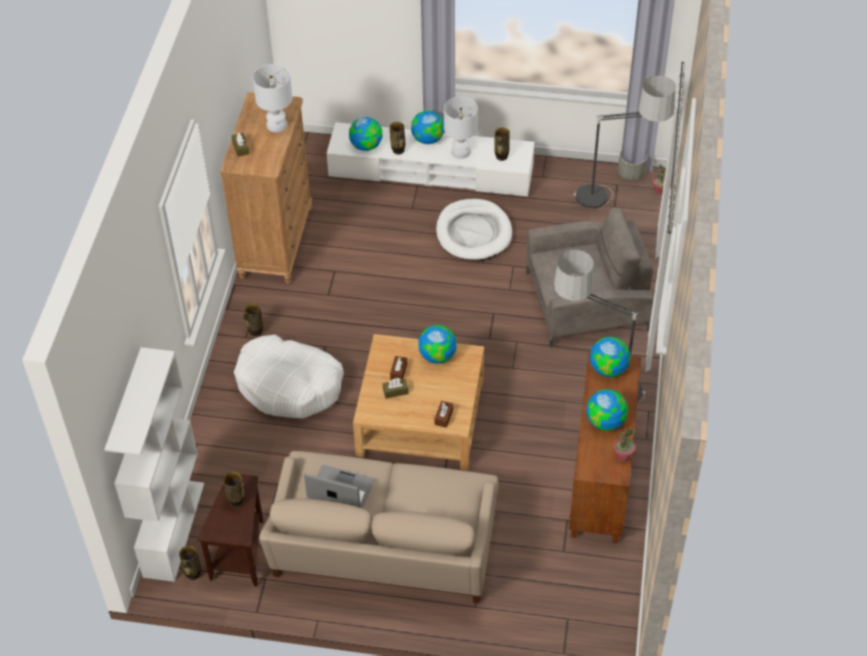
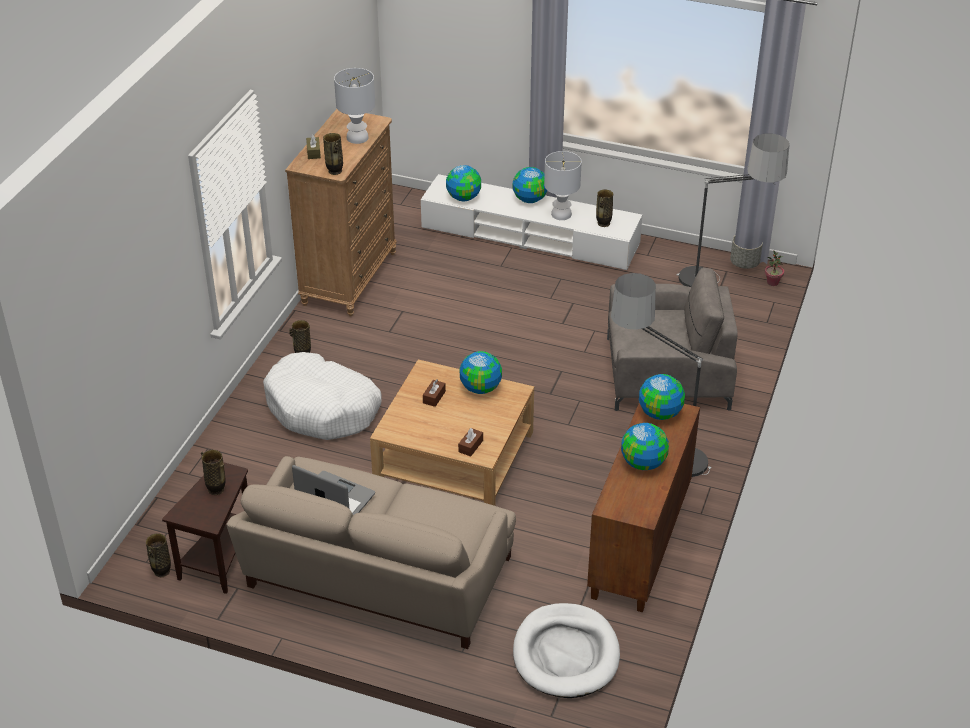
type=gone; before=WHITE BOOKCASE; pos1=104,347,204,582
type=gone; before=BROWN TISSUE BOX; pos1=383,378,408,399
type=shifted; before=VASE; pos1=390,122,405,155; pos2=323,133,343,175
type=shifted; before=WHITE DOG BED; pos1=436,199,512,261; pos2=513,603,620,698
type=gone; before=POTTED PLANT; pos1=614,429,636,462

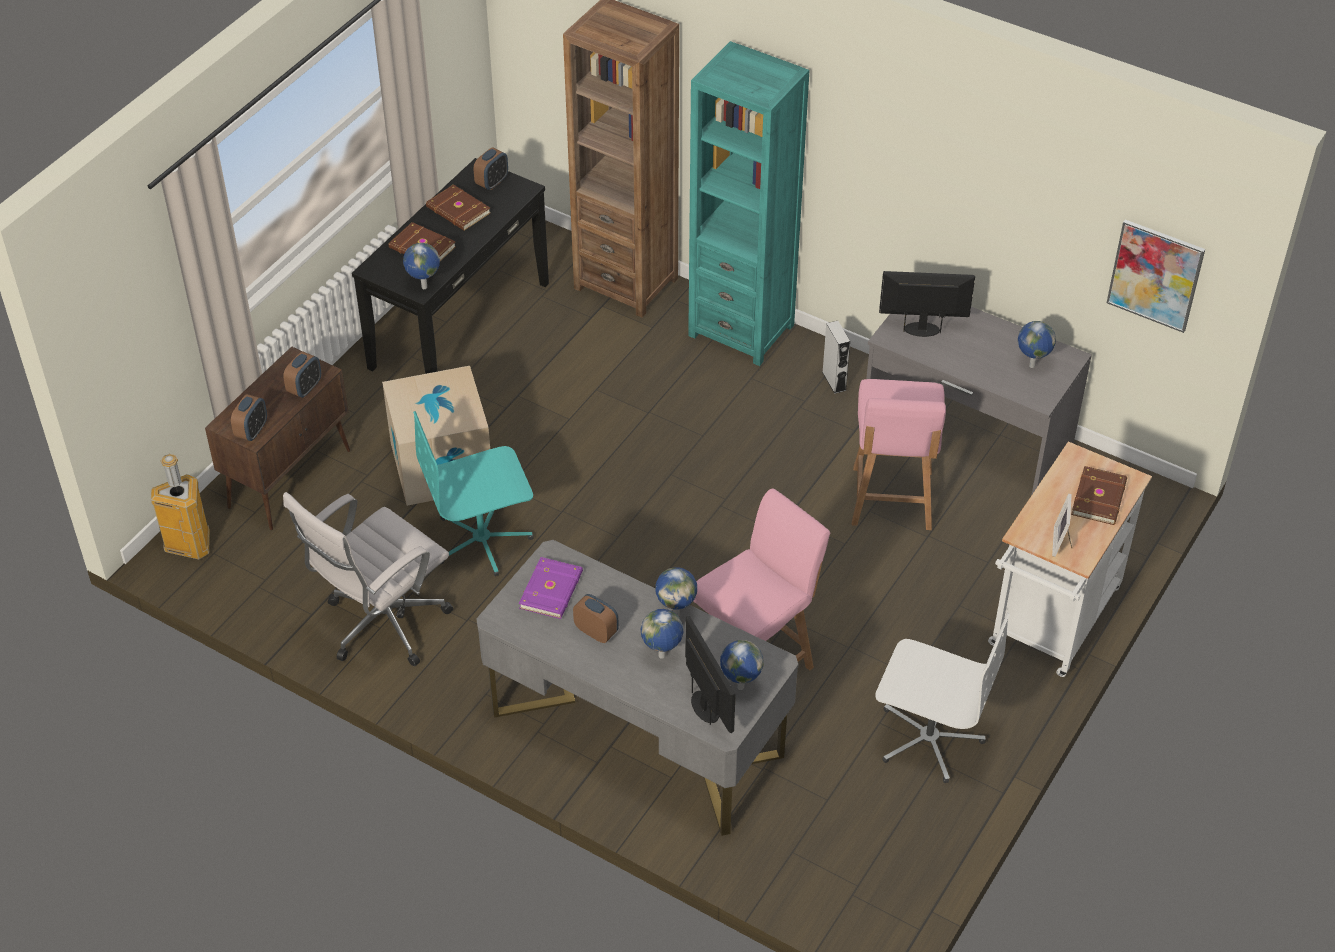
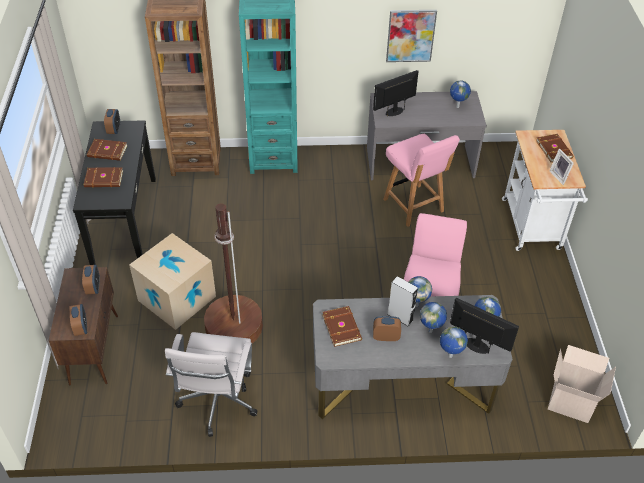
type=gone; before=TRASH CAN; pos1=151,454,210,559
type=shifted; before=GLOBE; pos1=403,243,440,289; pos2=440,326,468,358
type=swapped; before=TURQUOISE OFFICE CHAIR; after=BROWN FLOOR LAMP; pos1=413,411,534,576; pos2=204,203,263,344
type=repainted; before=PURPLE BOOK; after=BROWN BOOK; pos1=519,557,583,619; pos2=322,306,362,347
type=shifted; before=GREY SPEAKER; pos1=822,321,850,394; pos2=388,276,418,327
type=gone; before=WHITE OFFICE CHAIR; pos1=875,613,1010,783
type=shifted; before=PICTURE; pos1=1107,220,1205,333; pos2=386,10,437,62
type=new; after=CARDBOARD BOX; pos2=548,345,616,423

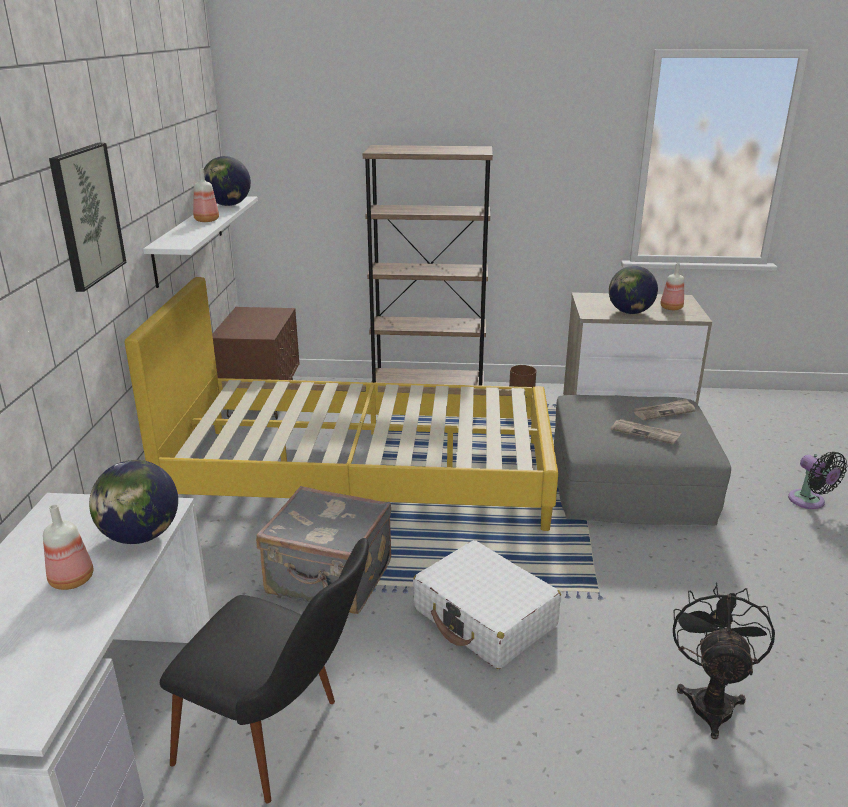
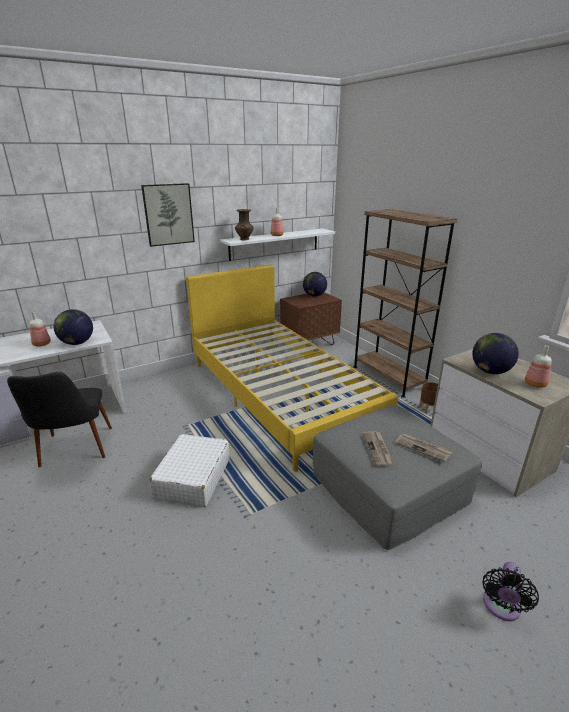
type=shifted; before=GLOBE; pos1=204,156,251,206; pos2=303,272,327,297
type=gone; before=GREY SUITCASE; pos1=256,486,391,614
type=gone; before=BLACK FAN; pos1=673,582,775,739
type=new; after=BROWN VASE; pos2=235,209,253,240

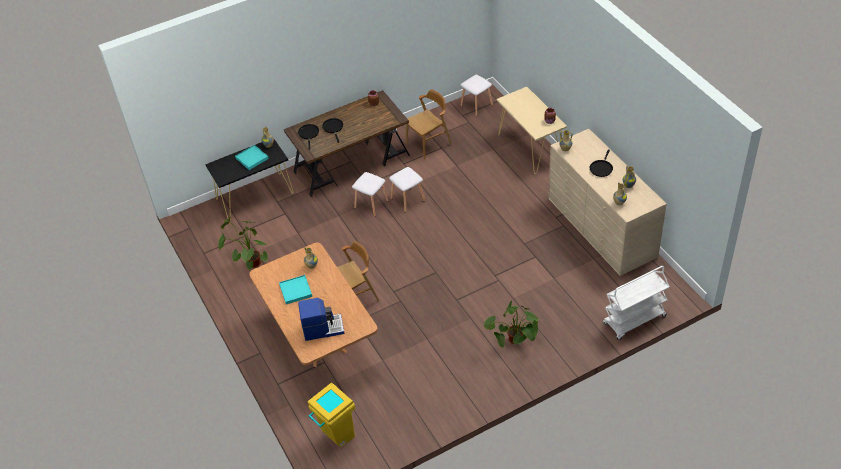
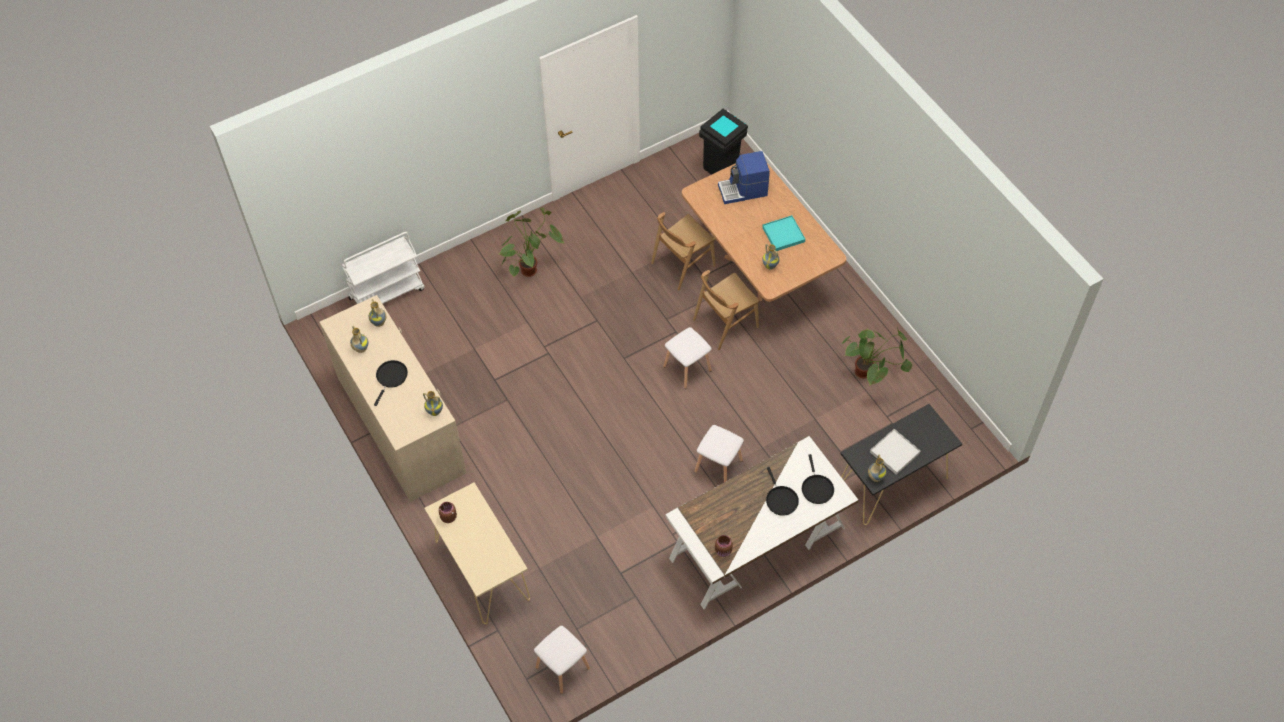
type=repainted; before=TURQUOISE TRAY; after=WHITE TRAY; pos1=235,145,269,170; pos2=870,429,920,475
type=repainted; before=BROWN DESK; after=WHITE DESK; pos1=284,90,410,197; pos2=666,436,858,609
type=repainted; before=YELLOW TRASH CAN; after=BLACK TRASH CAN; pos1=308,382,355,447; pos2=699,109,748,175
type=shifted; before=WHITE STOOL; pos1=389,167,425,213; pos2=663,327,712,389
type=shifted; before=BROWN CHAIR; pos1=406,89,452,160; pos2=651,212,716,290

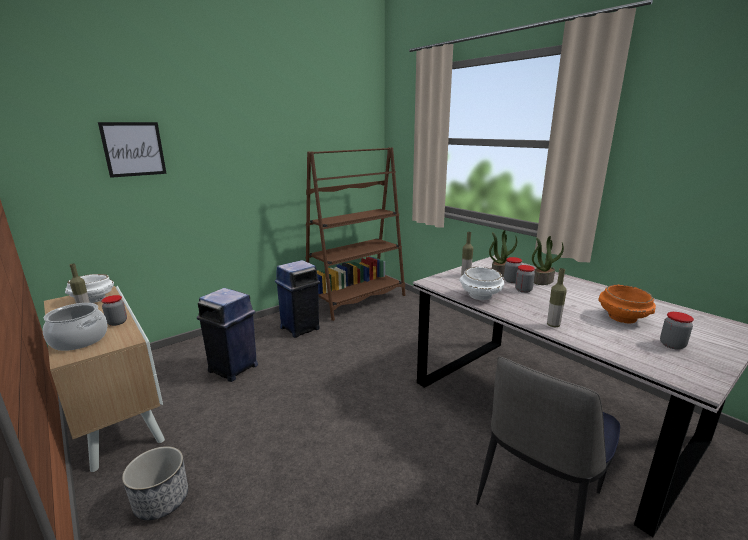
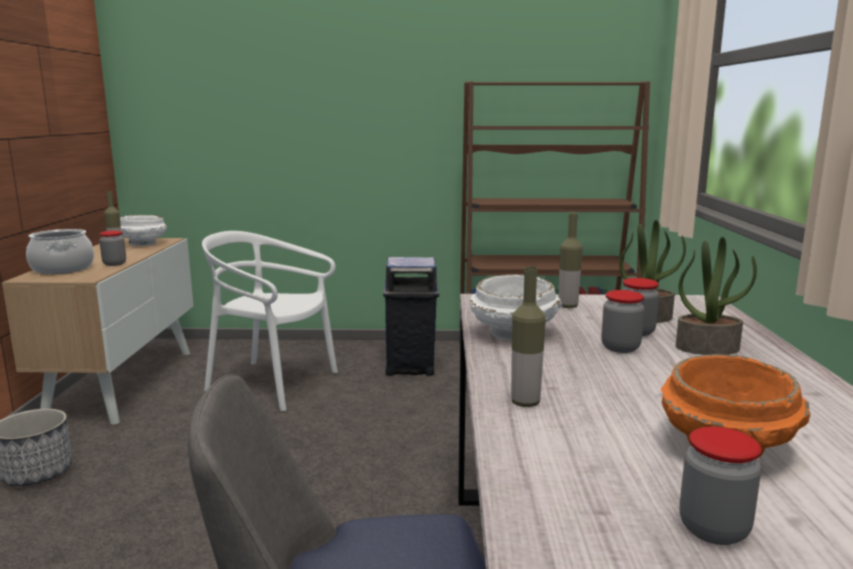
type=gone; before=PICTURE; pos1=98,122,167,178
type=swapped; before=BLUE TRASH CAN; after=WHITE CHAIR; pos1=197,288,258,382; pos2=202,231,338,411

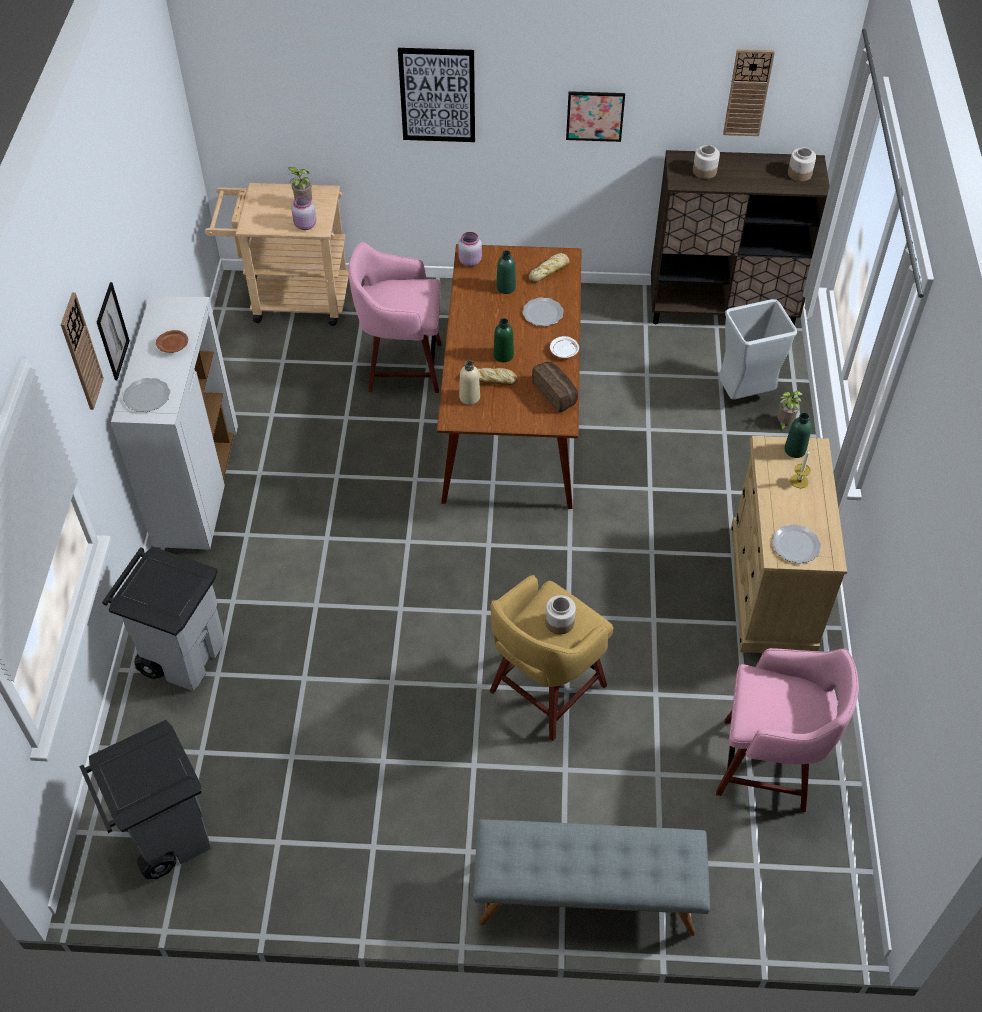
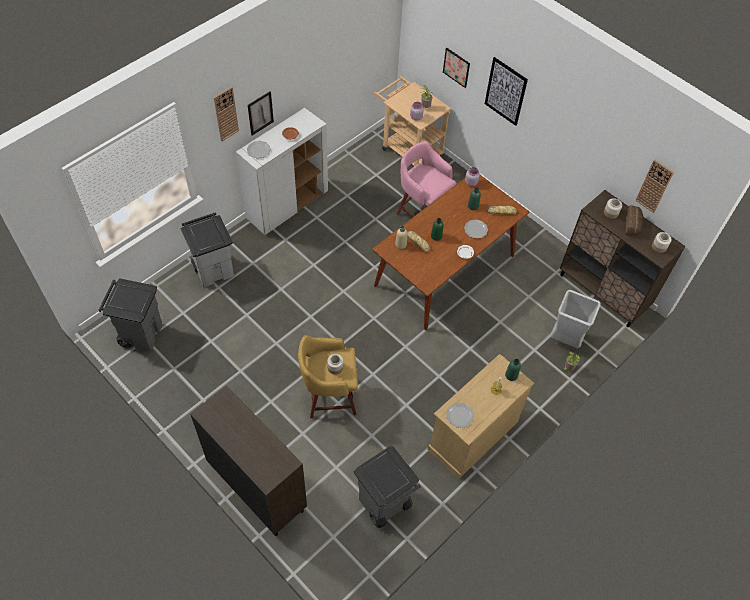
type=swapped; before=GREY BENCH; after=BROWN CABINET; pos1=473,819,710,936; pos2=190,385,307,536
type=shifted; before=BREAD; pos1=532,362,578,412; pos2=625,205,643,236
type=shifted; before=PICTURE; pos1=566,91,625,142; pos2=443,48,470,88
type=swapped; before=PINK STOOL; after=GREY TRASH CAN; pos1=716,648,859,812; pos2=353,446,421,528

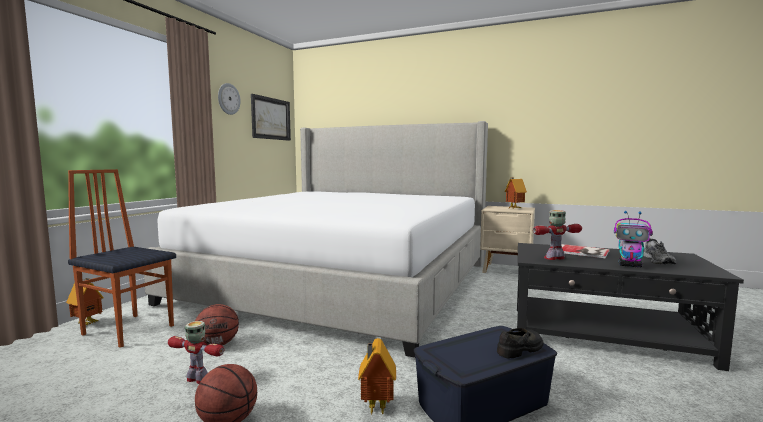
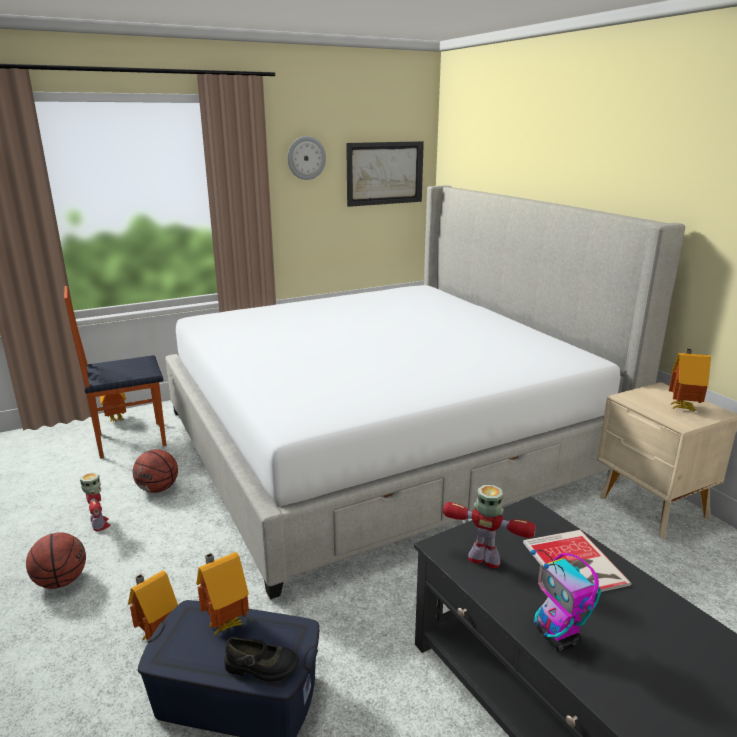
type=rotated; before=CHAIR; pos1=68,169,176,348; pos2=64,286,167,459; turn=-90
type=gone; before=GREY SHOE; pos1=643,239,676,264
type=new; after=TOY HOUSE; pos2=196,552,249,635

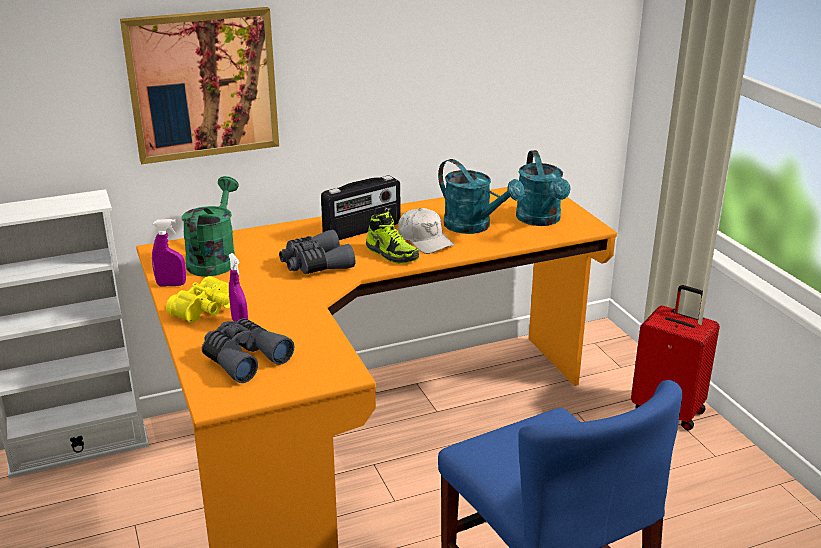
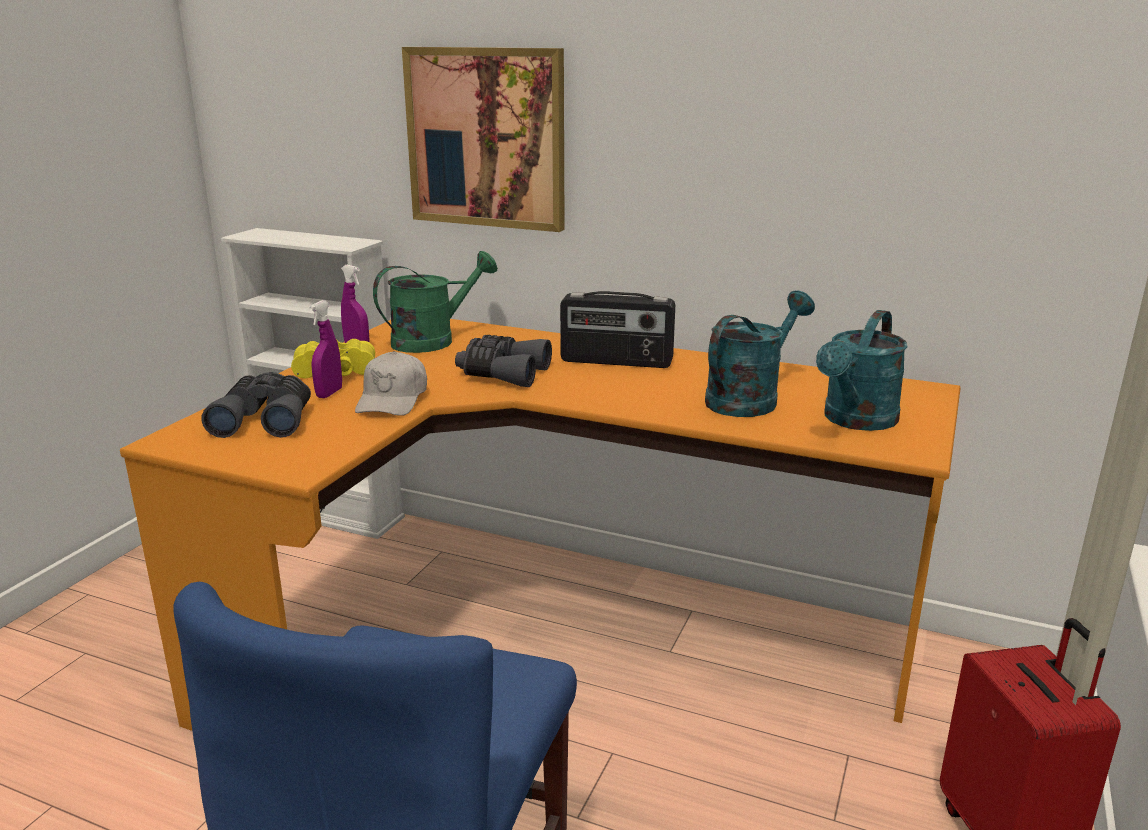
type=gone; before=SHOE; pos1=366,211,419,264
type=shifted; before=WHITE CAP; pos1=398,208,454,254; pos2=355,351,427,416
type=rotated; before=TURQUOISE WATERING CAN; pos1=438,159,525,234; pos2=705,291,815,417; turn=-135

